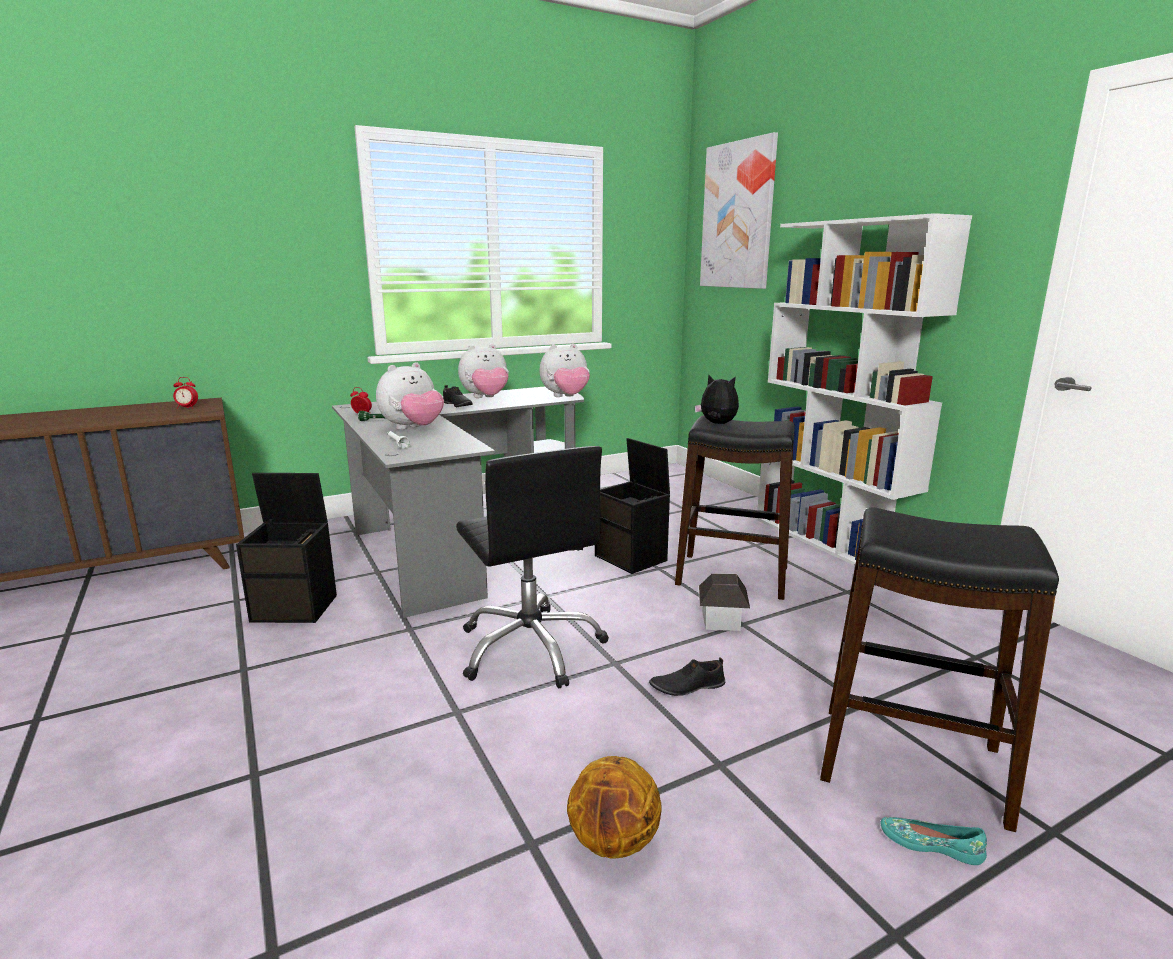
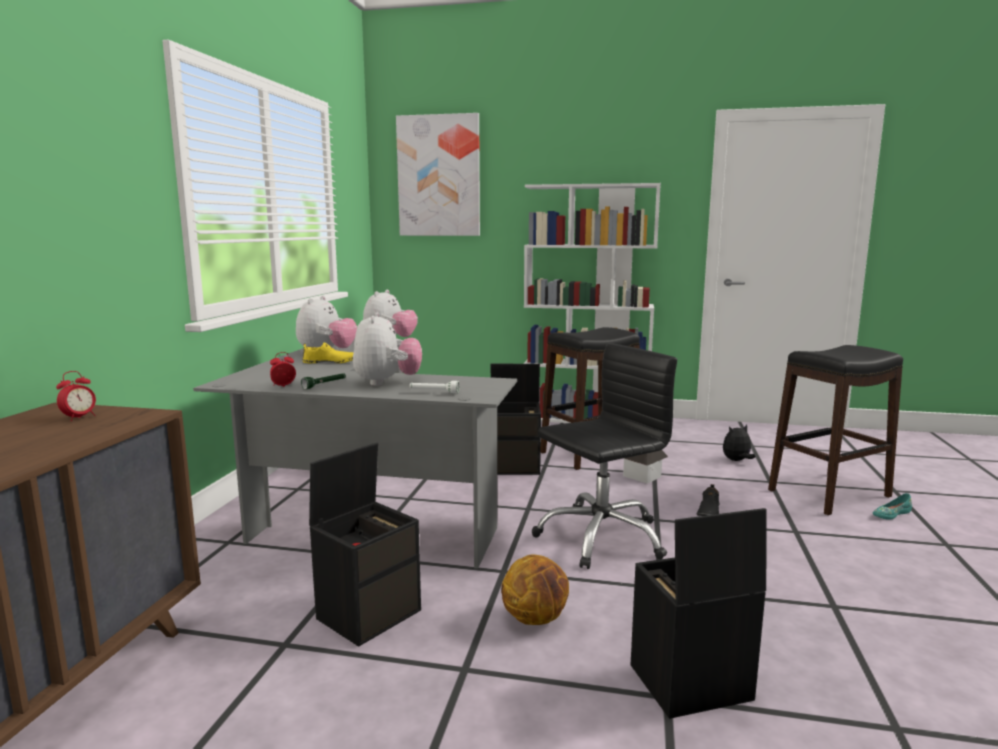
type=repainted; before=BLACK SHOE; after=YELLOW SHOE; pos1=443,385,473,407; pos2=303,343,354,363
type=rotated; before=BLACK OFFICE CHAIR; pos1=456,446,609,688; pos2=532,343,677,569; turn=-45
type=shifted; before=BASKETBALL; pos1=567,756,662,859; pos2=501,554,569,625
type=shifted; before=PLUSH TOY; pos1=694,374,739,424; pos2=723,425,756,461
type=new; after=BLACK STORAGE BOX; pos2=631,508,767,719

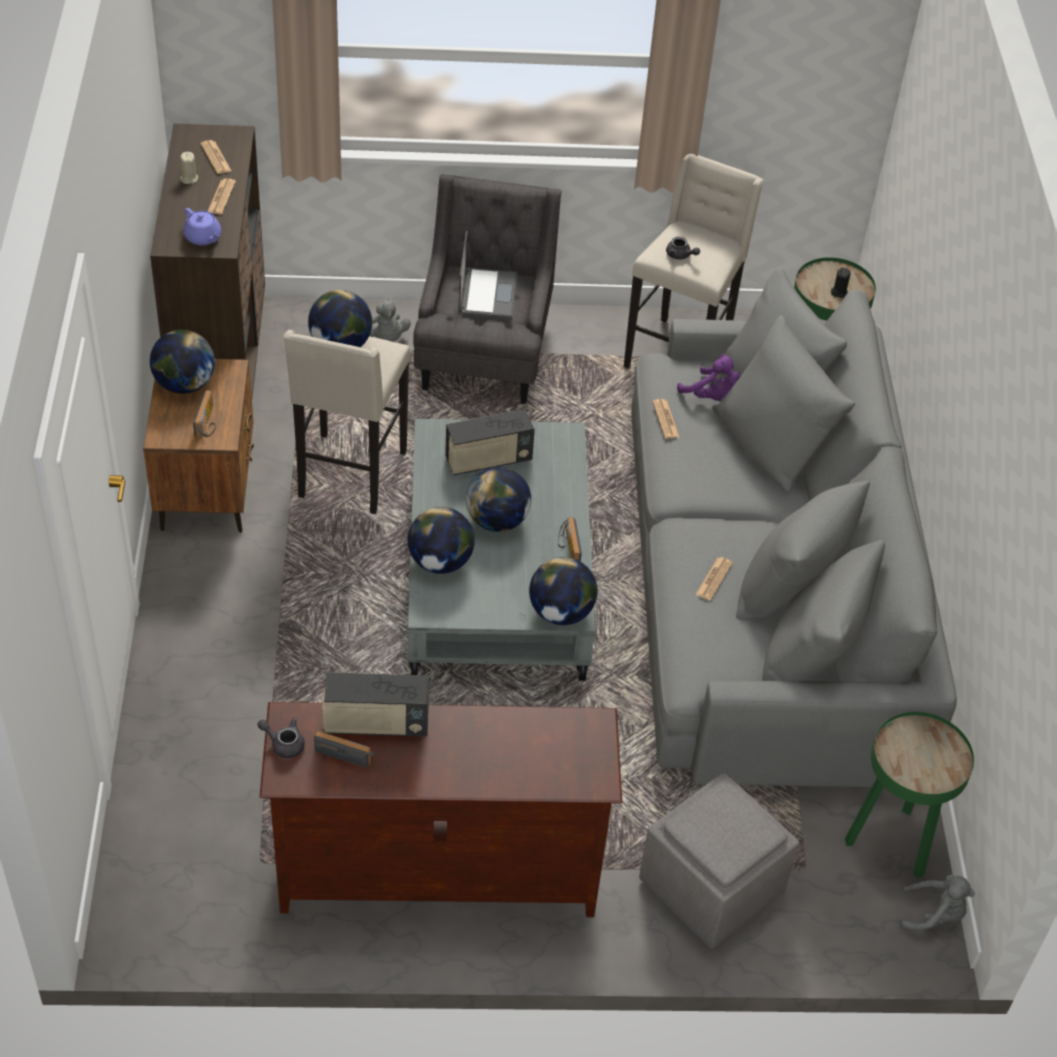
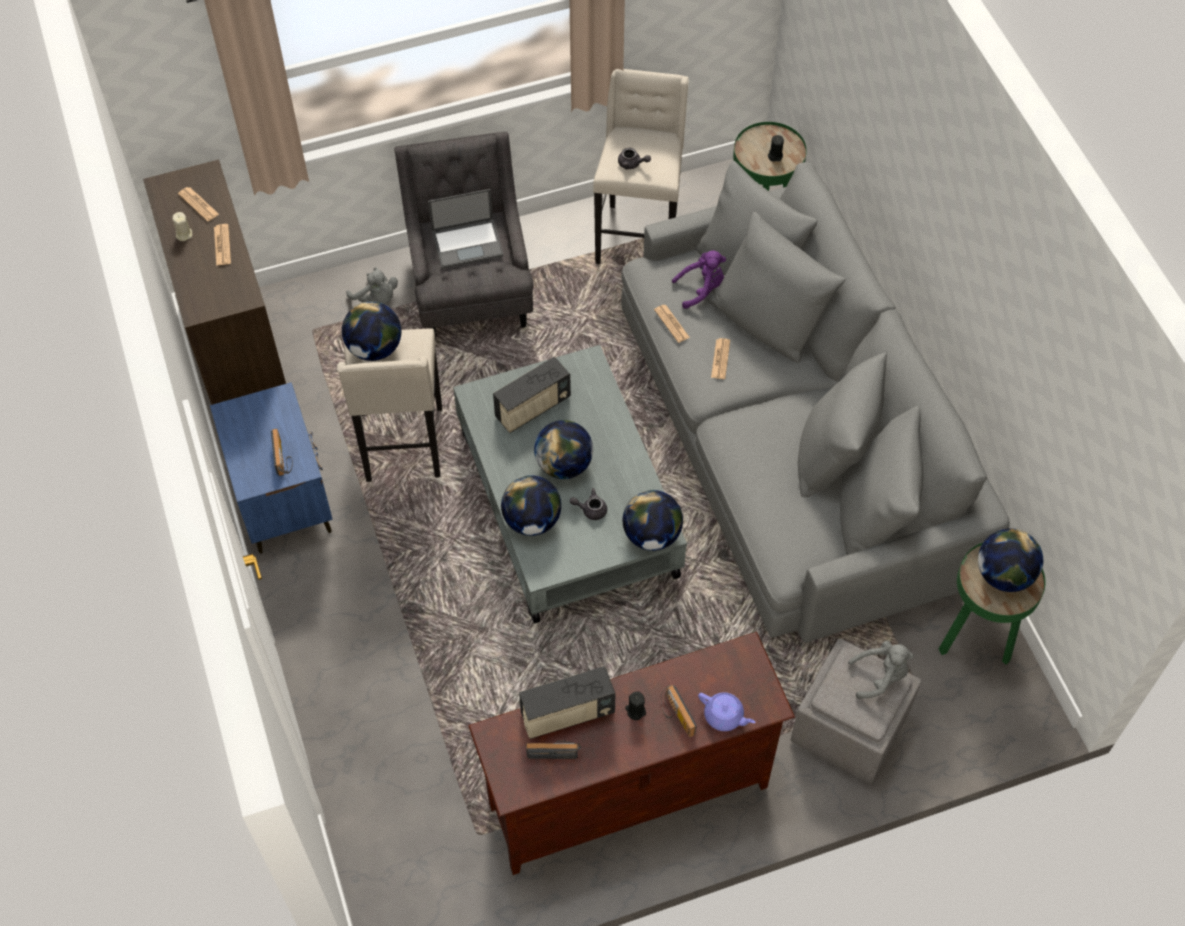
type=repainted; before=BROWN NIGHTSTAND; after=BLUE NIGHTSTAND; pos1=143,359,254,533; pos2=210,382,333,554
type=shifted; before=GLOBE; pos1=150,329,215,394; pos2=978,528,1043,592
type=shifted; before=PURPLE TEAPOT; pos1=183,208,221,246; pos2=698,692,755,731
type=shifted; before=GREY TEAPOT; pos1=257,717,305,758; pos2=570,488,607,520
type=rotated; before=LAPTOP; pos1=458,231,517,319; pos2=428,189,504,269; turn=90
type=shifted; before=RADIO; pos1=558,517,582,562; pos2=661,685,697,737
type=rotated; before=PURPLE PLUSH TOY; pos1=677,354,740,401; pos2=672,250,726,309; turn=-45
type=shifted; before=NEWSPAPER; pos1=695,557,733,601; pos2=711,338,730,379
type=shifted; before=GREY PLUSH TOY; pos1=900,875,975,930; pos2=848,641,914,699
type=new; after=BLACK CANDLE; pos2=625,691,646,720

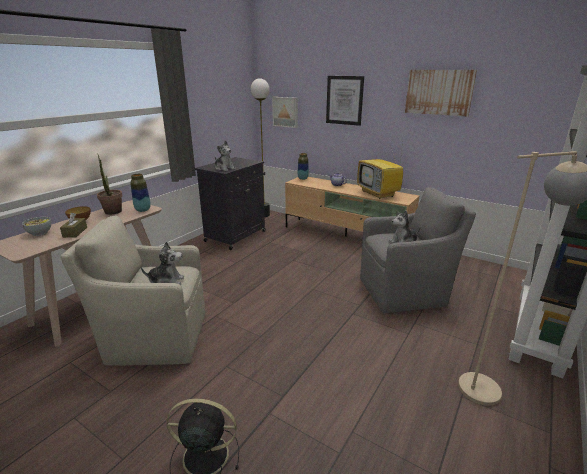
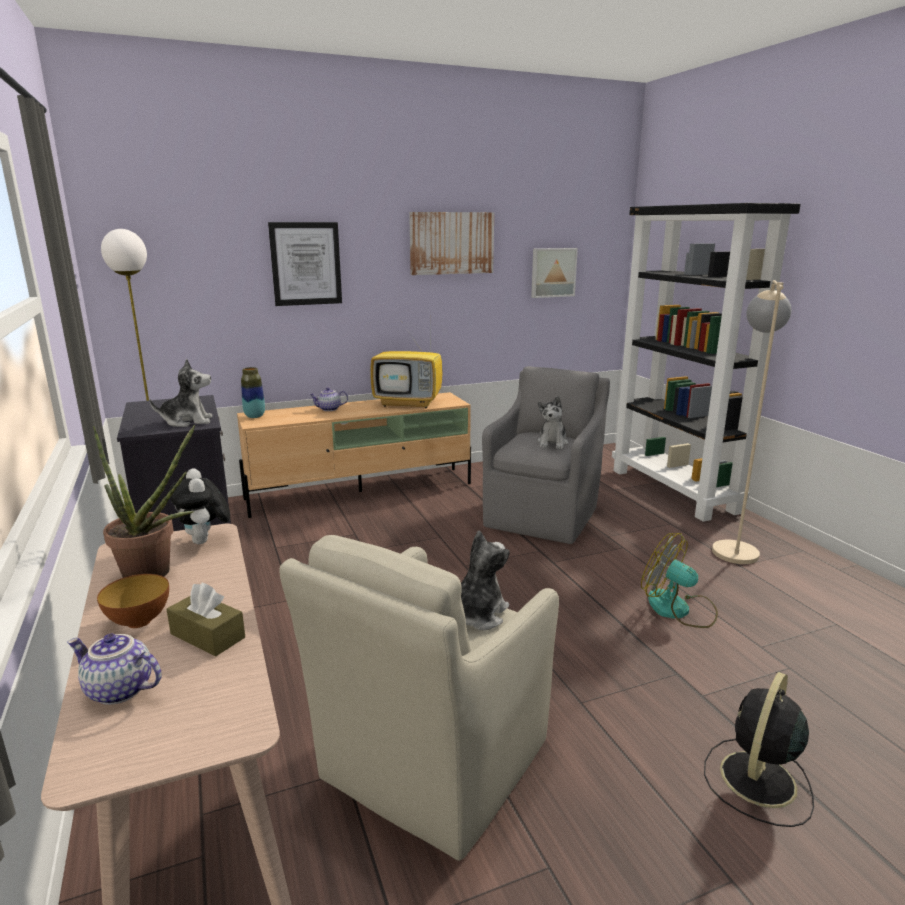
type=swapped; before=BOWL; after=TEAPOT; pos1=22,217,51,236; pos2=67,634,162,705
type=swapped; before=VASE; after=PLUSH TOY; pos1=130,174,151,212; pos2=169,468,230,544
type=shifted; before=PICTURE; pos1=272,97,298,128; pos2=531,248,578,298
type=new; after=FAN; pos2=641,533,718,628

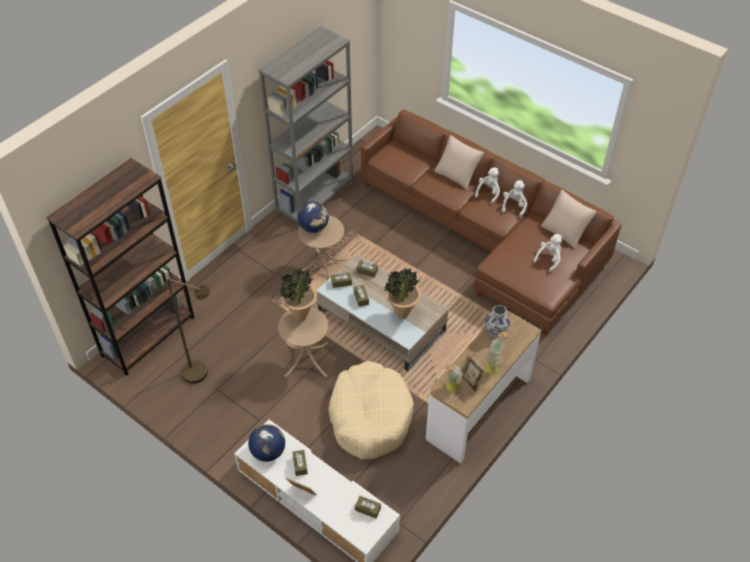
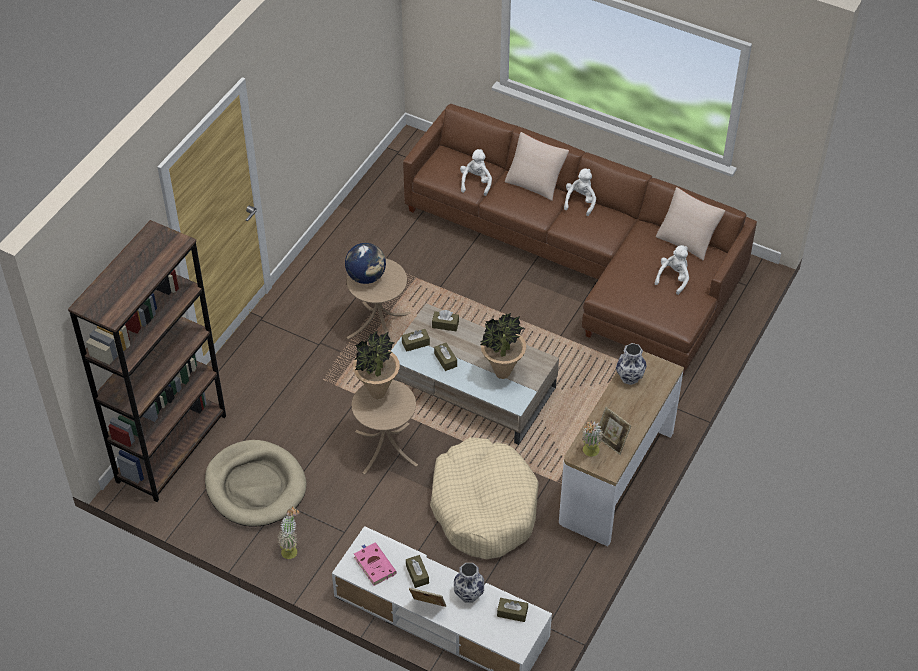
type=swapped; before=BROWN FLOOR LAMP; after=BEIGE DOG BED; pos1=167,279,210,384; pos2=205,440,307,527
type=swapped; before=GLOBE; after=PINK BOOK; pos1=248,424,285,462; pos2=354,543,397,586
type=gone; before=GREY BOOKCASE; pos1=259,26,353,226
type=shifted; before=POTTED PLANT; pos1=485,331,508,375; pos2=278,506,299,559
type=shifted; before=WHITE PLUSH TOY; pos1=502,180,527,217; pos2=460,149,492,196
type=new; after=VASE; pos2=454,563,484,603

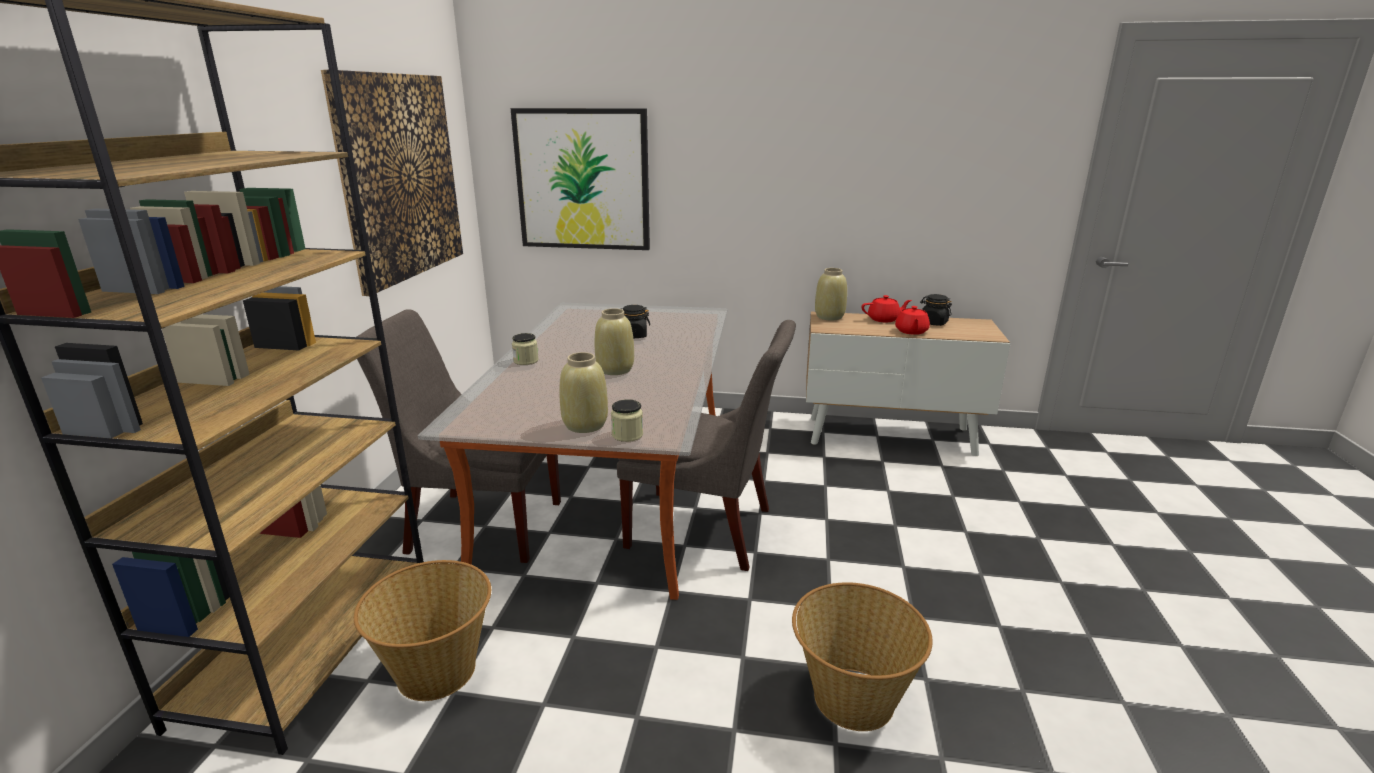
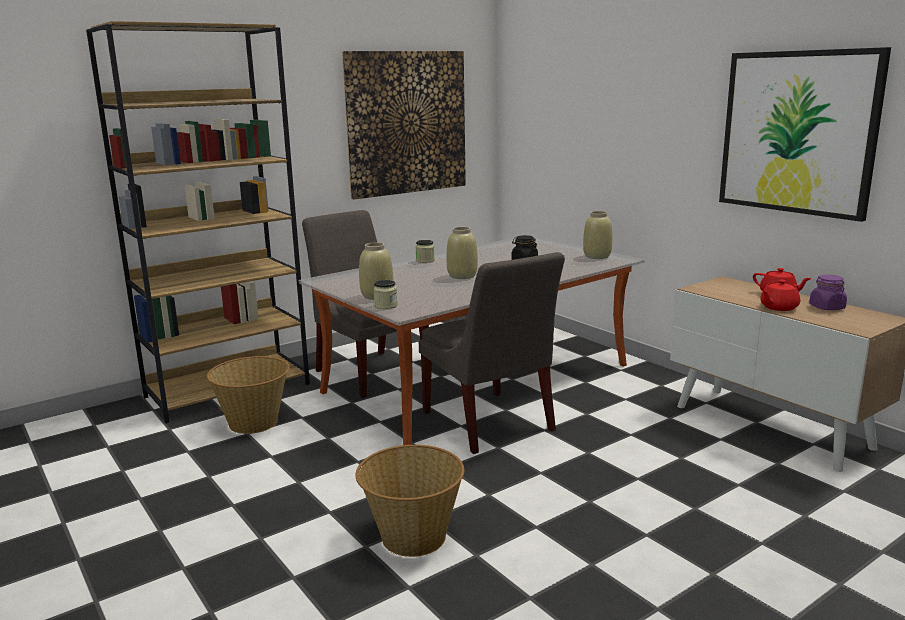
type=shifted; before=PICTURE; pos1=511,108,650,250; pos2=719,47,891,222
type=shifted; before=BEIGE VASE; pos1=815,268,847,321; pos2=583,211,612,259
type=repainted; before=BLACK JAR; after=PURPLE JAR; pos1=920,294,952,326; pos2=809,275,847,310

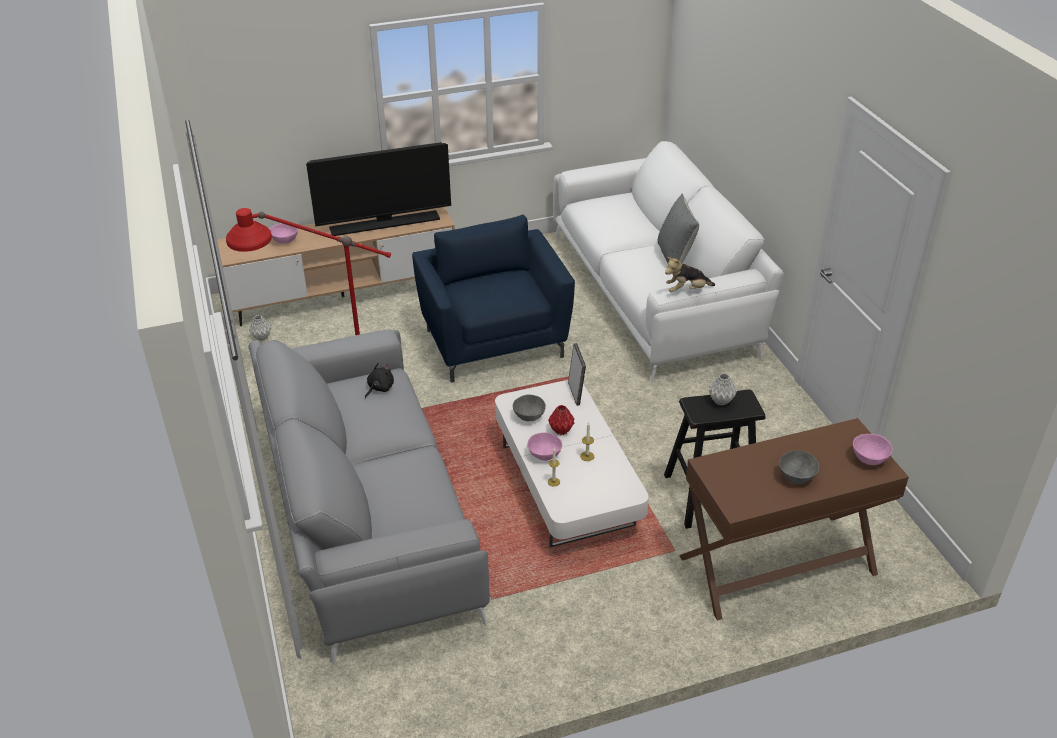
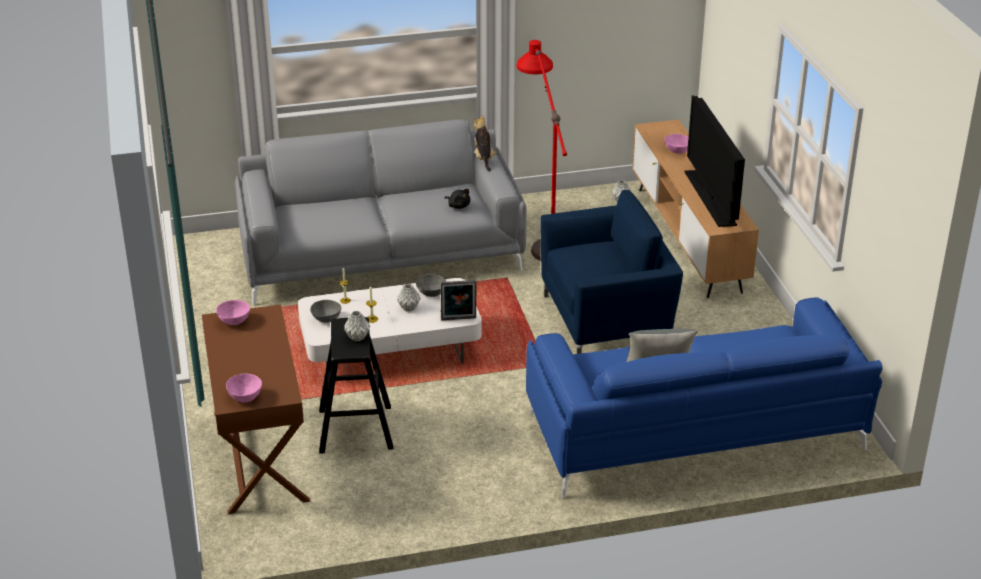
type=shifted; before=PINK BOWL; pos1=527,432,562,461; pos2=216,300,250,325
type=repainted; before=RED VASE; after=GREY VASE; pos1=548,405,574,435; pos2=397,284,421,312
type=repainted; before=WHITE SOFA; after=BLUE SOFA; pos1=553,141,784,382; pos2=526,297,882,498
type=shifted; before=PLUSH TOY; pos1=665,257,715,292; pos2=474,115,497,172
type=shifted; before=GREY BOWL; pos1=779,450,819,484; pos2=310,300,341,323

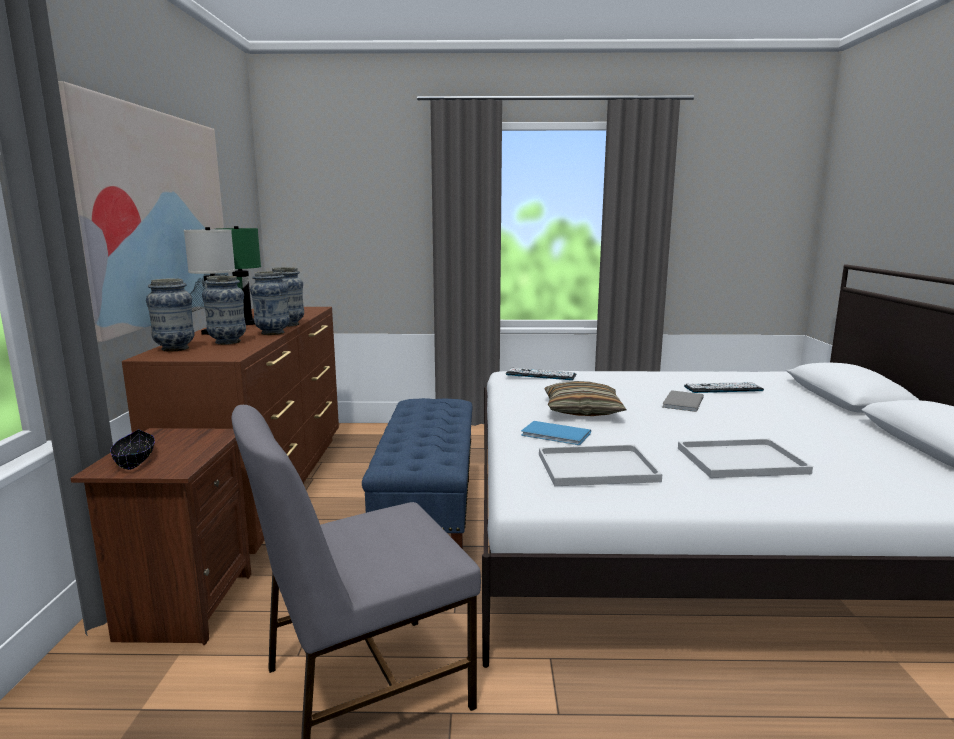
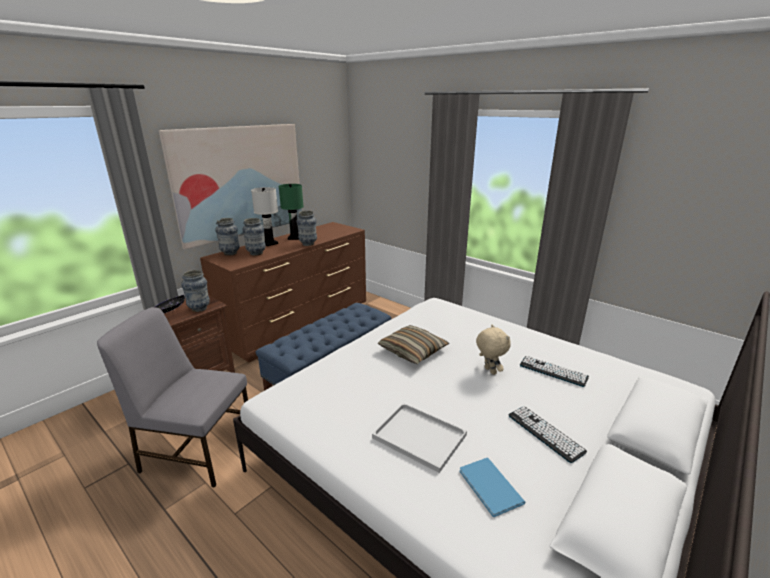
type=shifted; before=VASE; pos1=250,271,290,335; pos2=181,270,210,312
type=shifted; before=KEYBOARD; pos1=506,368,576,380; pos2=509,407,587,463
type=shifted; before=BLUE BOOK; pos1=521,421,591,445; pos2=459,458,525,517
type=gone; before=WHITE TRAY; pos1=539,445,662,486
type=swapped; before=GREY BOOK; after=BEIGE PLUSH TOY; pos1=662,390,704,412; pos2=476,325,511,375

